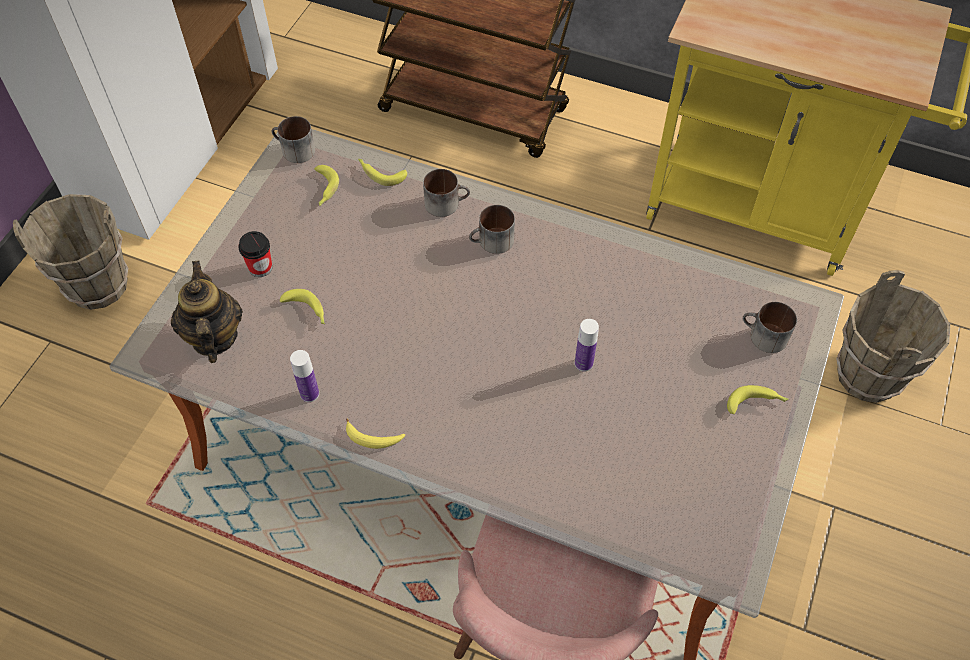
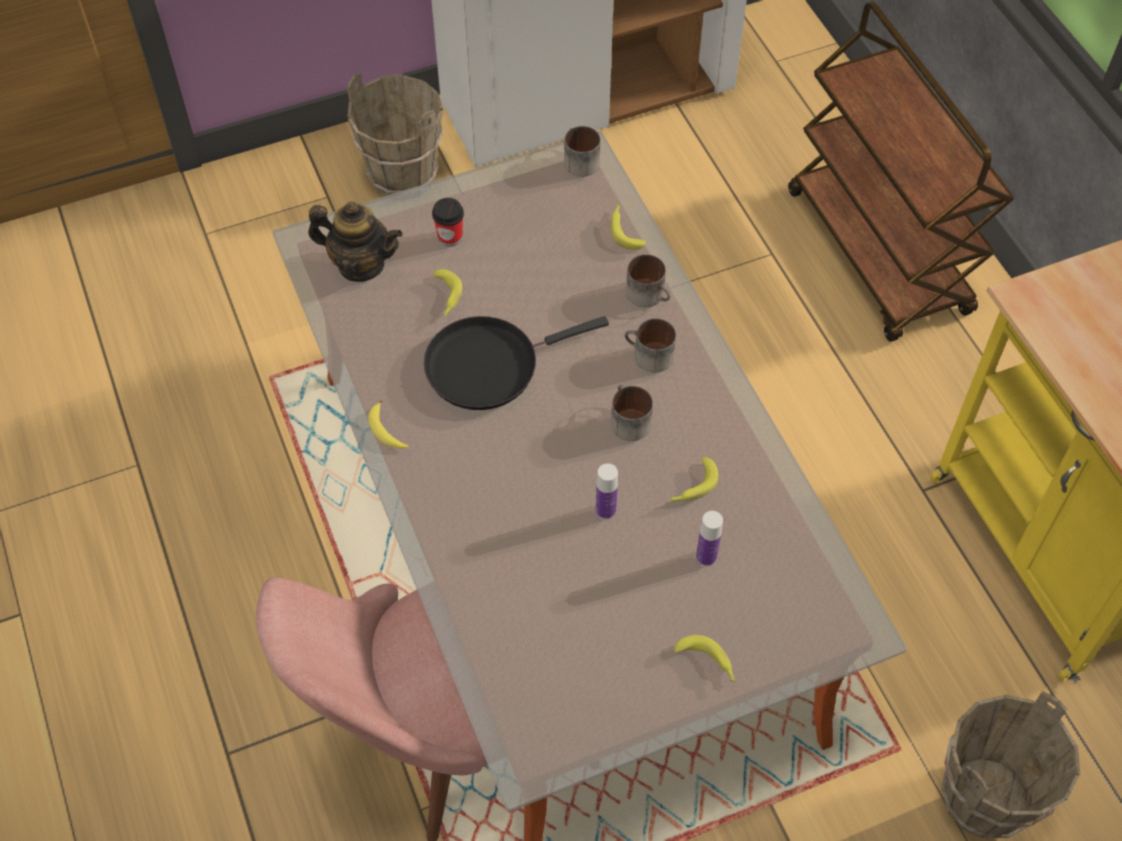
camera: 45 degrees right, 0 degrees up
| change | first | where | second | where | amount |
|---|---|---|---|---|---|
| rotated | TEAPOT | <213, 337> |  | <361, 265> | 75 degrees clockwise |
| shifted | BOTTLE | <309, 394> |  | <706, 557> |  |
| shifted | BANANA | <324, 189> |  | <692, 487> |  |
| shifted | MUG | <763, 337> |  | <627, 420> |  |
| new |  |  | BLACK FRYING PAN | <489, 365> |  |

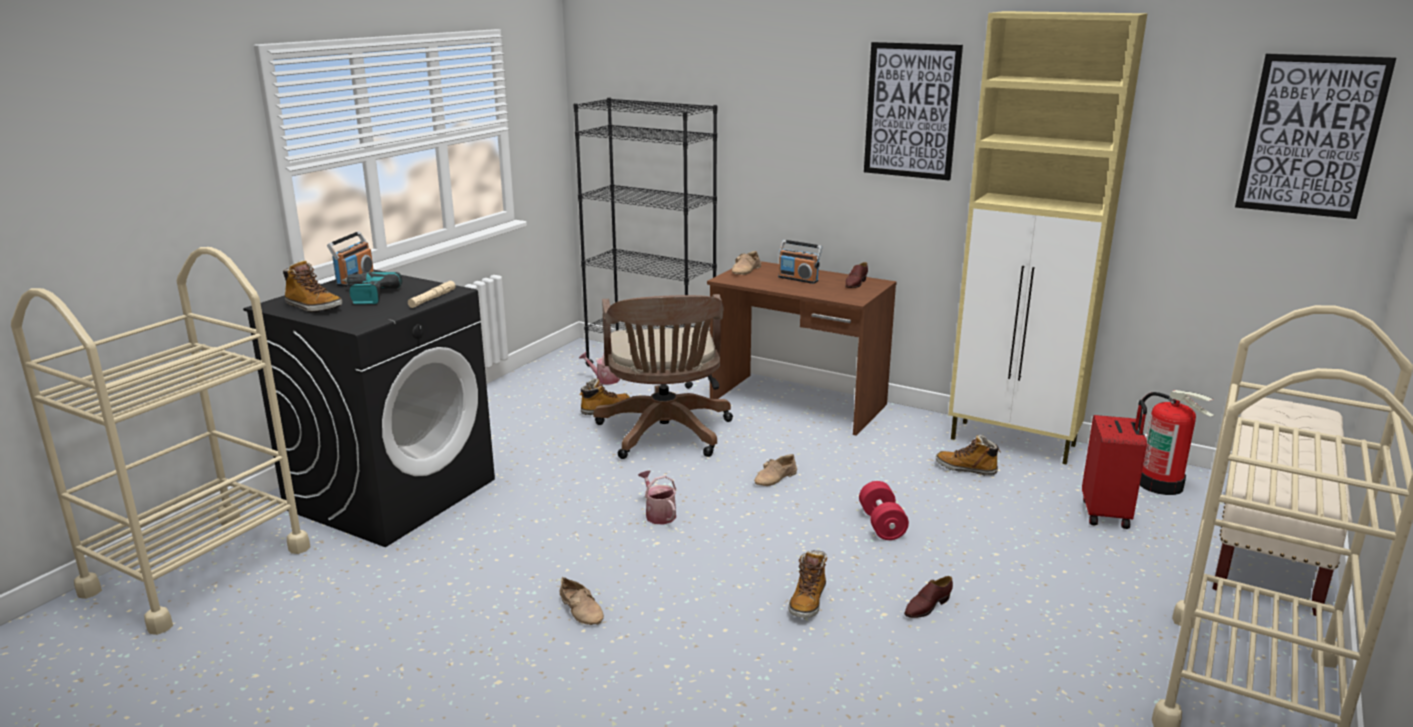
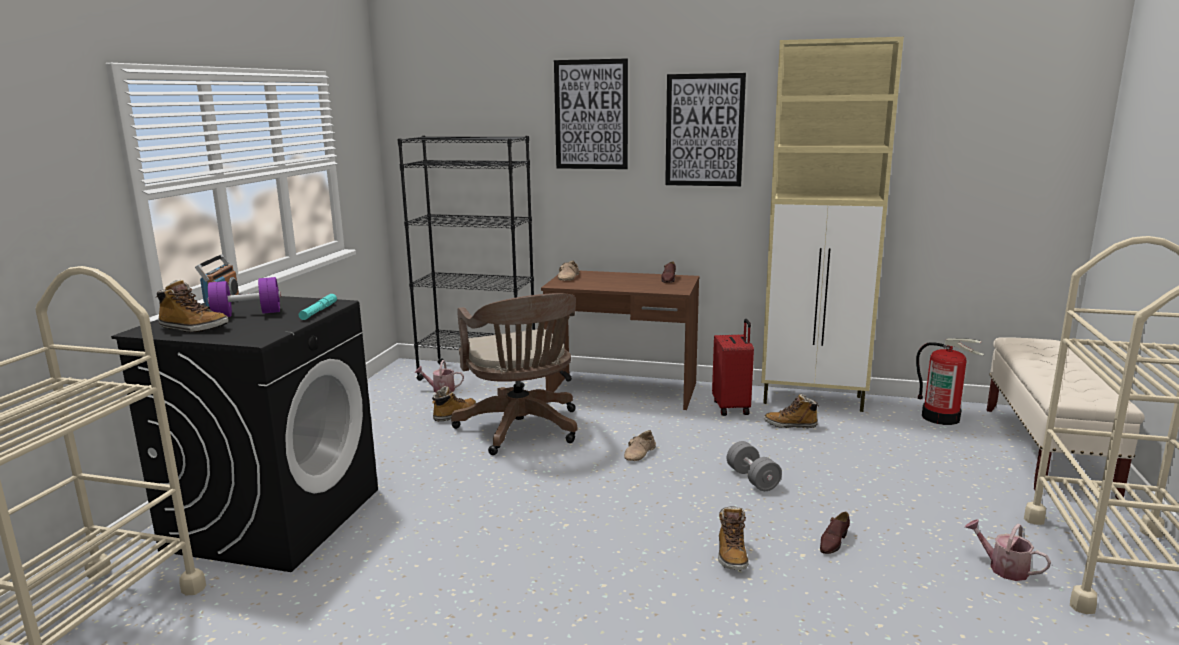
camera: 15 degrees left, 5 degrees down
| change | first | where | second | where | amount |
|---|---|---|---|---|---|
| swapped | POWER DRILL | <368, 296> | PURPLE DUMBBELL | <247, 314> |  |
| repainted | BEIGE FLASHLIGHT | <432, 298> | TURQUOISE FLASHLIGHT | <318, 311> |  |
| gone | BEIGE SHOE | <582, 609> |  |  |  |
| shifted | WATERING CAN | <658, 514> |  | <1003, 568> |  |
| gone | RADIO | <798, 279> |  |  |  |
| repainted | RED DUMBBELL | <882, 524> | GREY DUMBBELL | <752, 479> |  |
| shifted | RED SUITCASE | <1107, 514> |  | <732, 407> |  |
| shifted | PICTURE | <1311, 136> |  | <591, 115> |  |

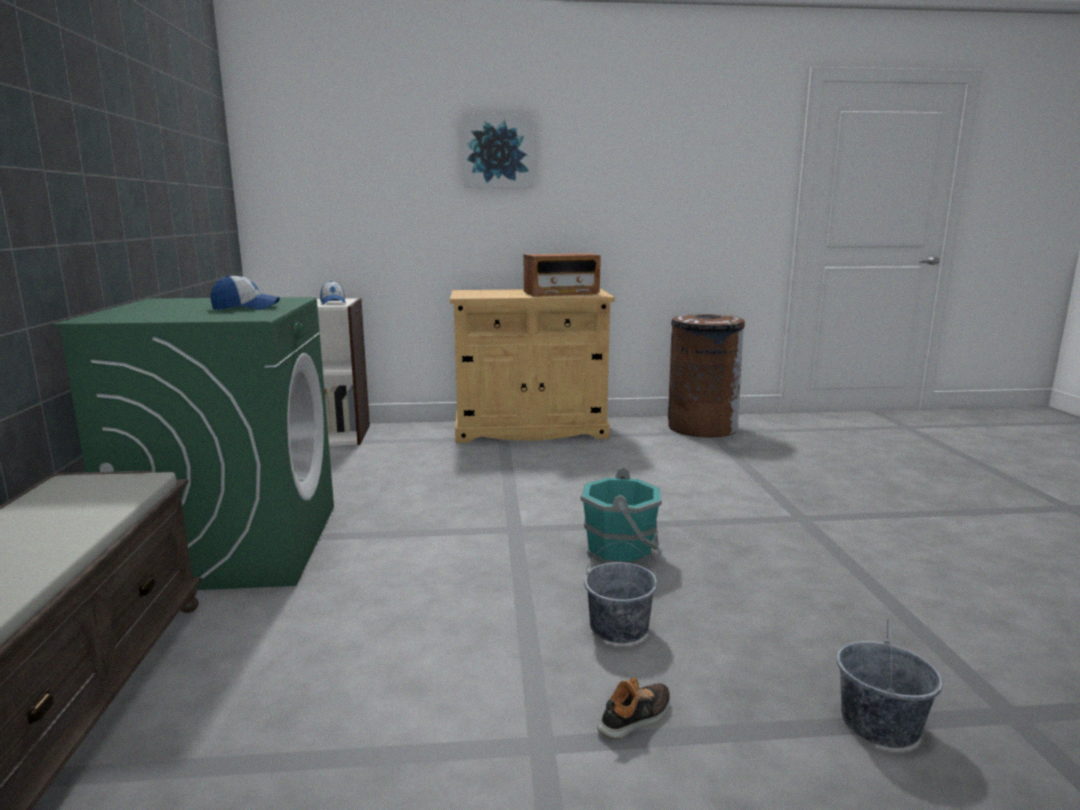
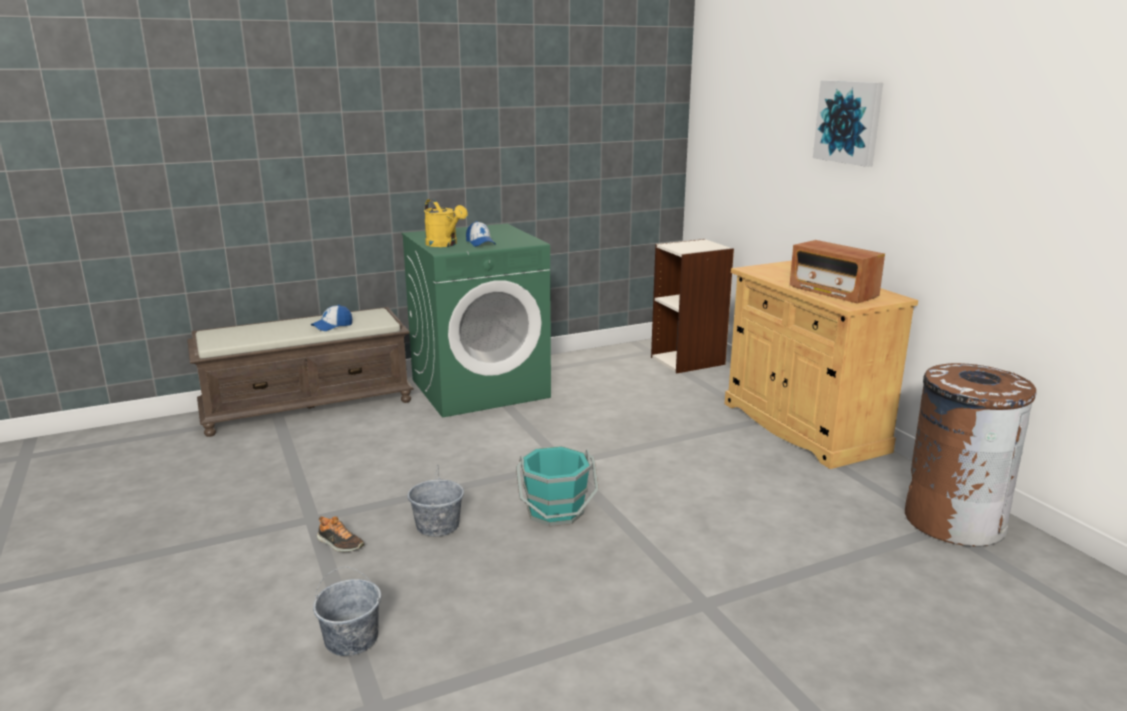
camera: 70 degrees right, 5 degrees up
| change | first | where | second | where | amount |
|---|---|---|---|---|---|
| shifted | CAP | <333, 303> |  | <332, 326> |  |
| new |  |  | YELLOW WATERING CAN | <445, 244> |  |

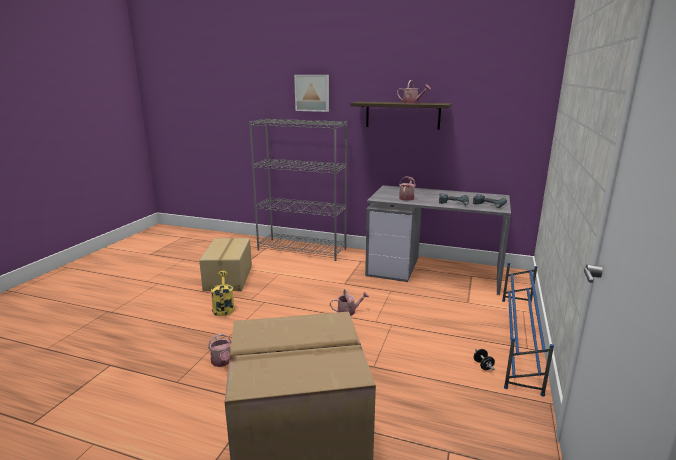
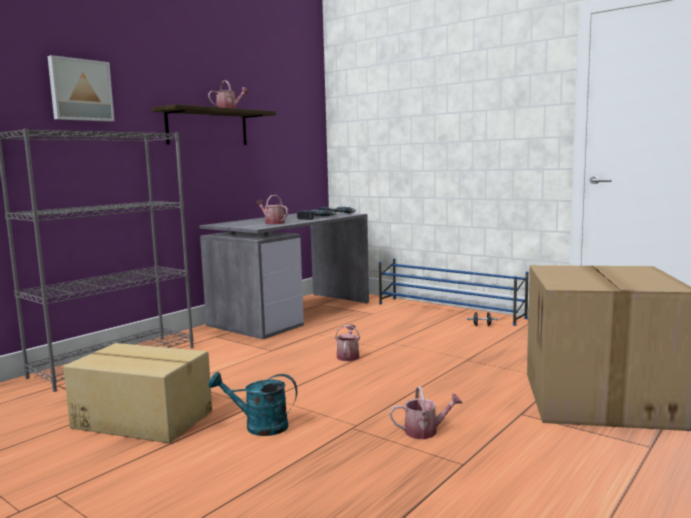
camera: 70 degrees left, 10 degrees down
| change | first | where | second | where | amount |
|---|---|---|---|---|---|
| repainted | YELLOW WATERING CAN | <223, 307> | TURQUOISE WATERING CAN | <258, 426> |  |

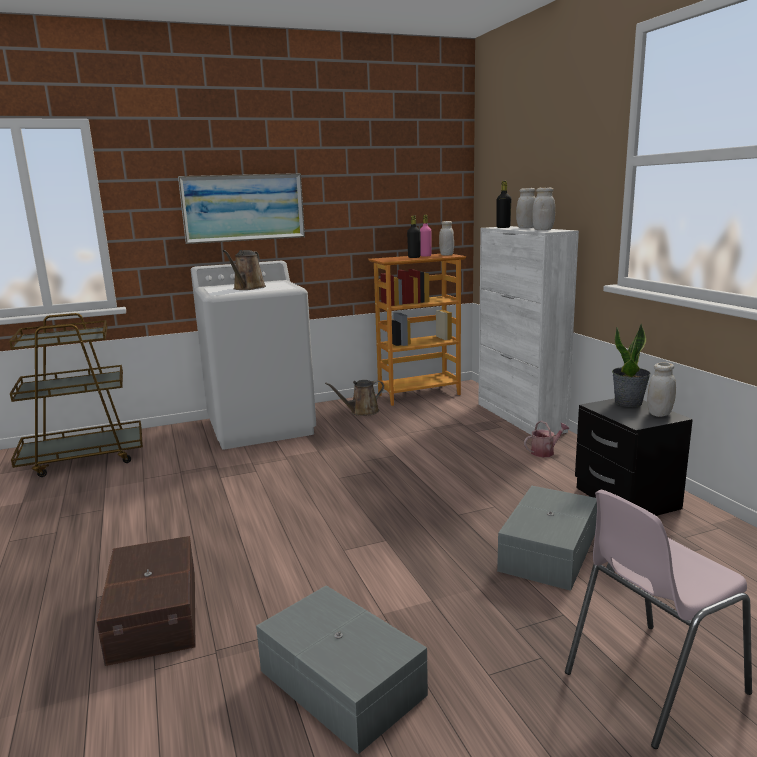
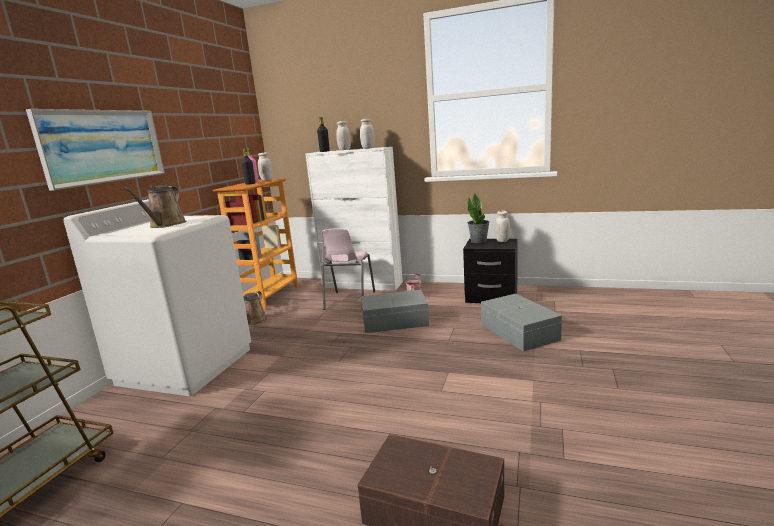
camera: 50 degrees left, 0 degrees up
| change | first | where | second | where | amount |
|---|---|---|---|---|---|
| rotated | BROWN WATERING CAN | <248, 288> |  | <165, 225> | 45 degrees clockwise |
| shifted | GREY STORAGE BOX | <340, 685> |  | <395, 321> |  |
| shifted | PINK CHAIR | <651, 682> |  | <349, 301> |  |

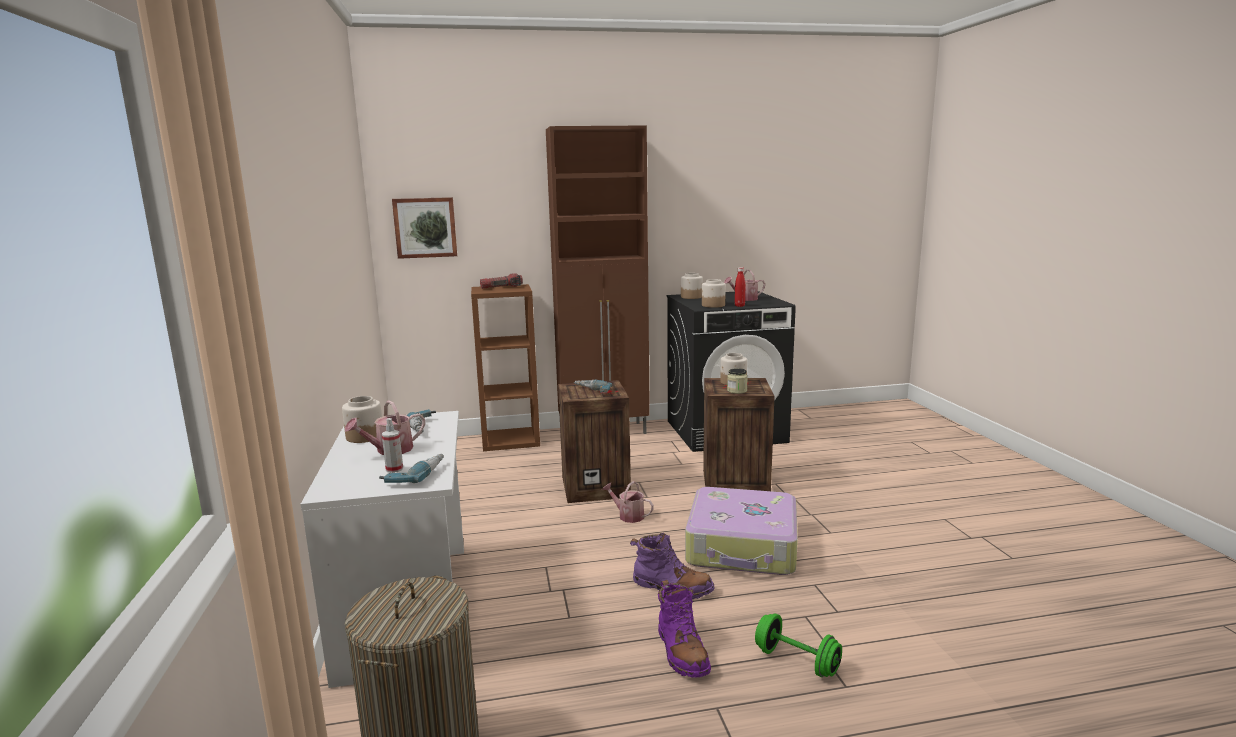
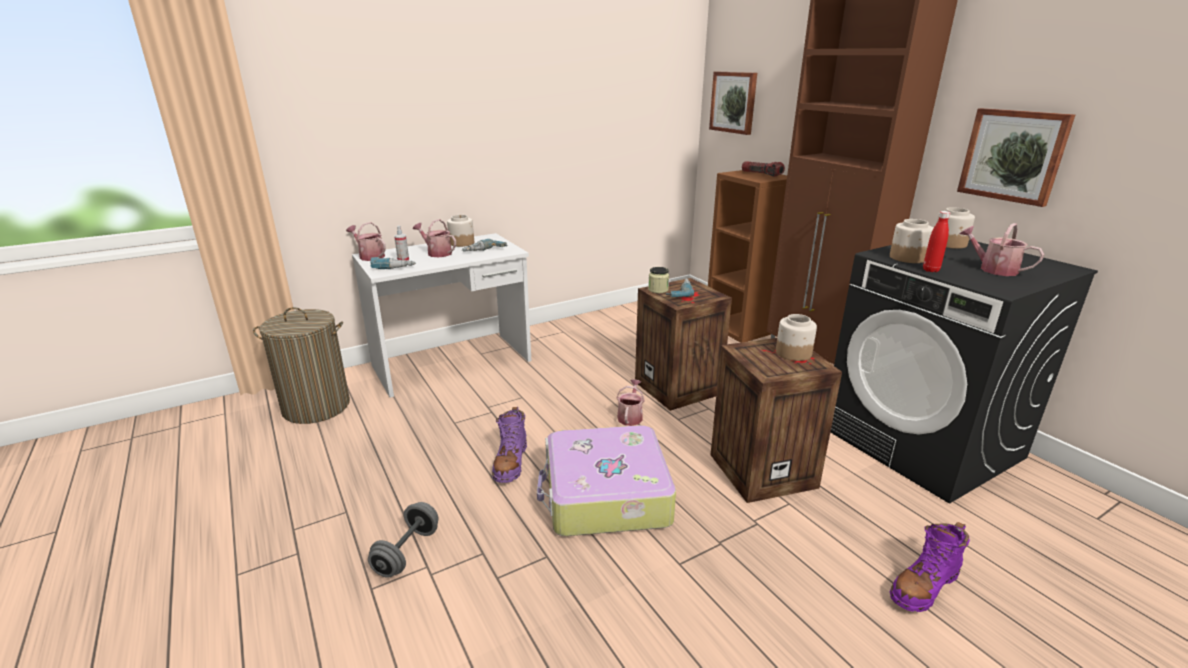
camera: 70 degrees right, 10 degrees up
| change | first | where | second | where | amount |
|---|---|---|---|---|---|
| shifted | PURPLE BOOT | <681, 652> |  | <923, 586> |  |
| shifted | JAR | <737, 391> |  | <658, 290> |  |
| repainted | GREEN DUMBBELL | <796, 661> | GREY DUMBBELL | <407, 552> |  |
| new |  |  | WATERING CAN | <369, 256> |  |
| new |  |  | PICTURE | <1013, 155> |  |

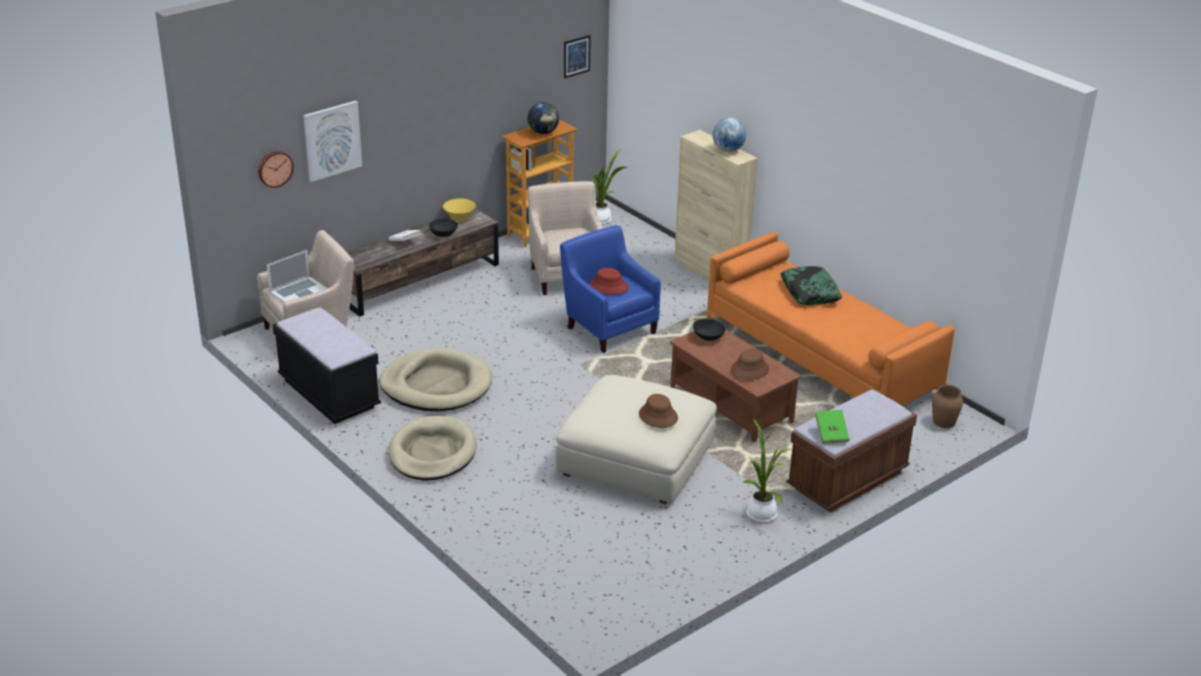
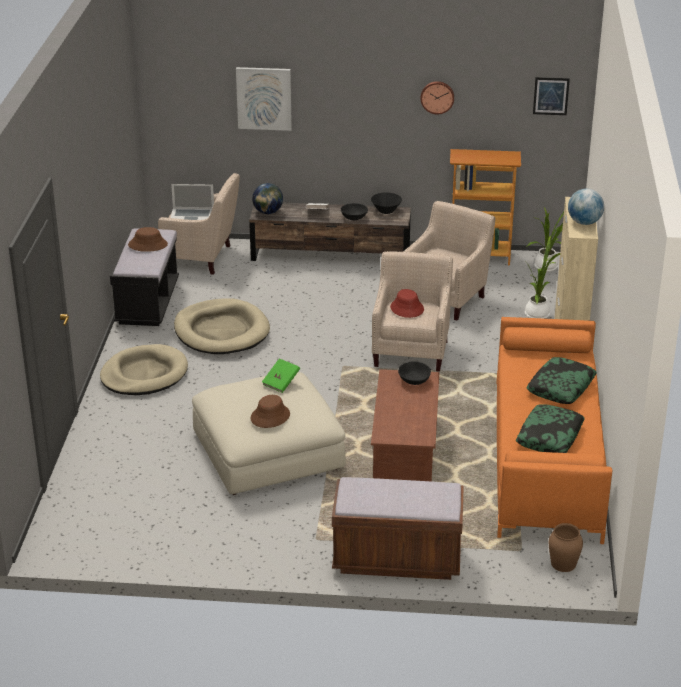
camera: 45 degrees right, 0 degrees up
| change | first | where | second | where | amount |
|---|---|---|---|---|---|
| shifted | WALL CLOCK | <274, 168> |  | <437, 97> |  |
| repainted | YELLOW BOWL | <459, 218> | BLACK BOWL | <386, 211> |  |
| shifted | GLOBE | <543, 133> |  | <268, 212> |  |
| repainted | BLUE ARMCHAIR | <609, 327> | BEIGE ARMCHAIR | <412, 350> |  |
| shifted | BROWN HAT | <749, 369> |  | <148, 245> |  |
| shifted | POTTED PLANT | <760, 512> |  | <538, 313> |  |
| shifted | GREEN BOOK | <831, 434> |  | <281, 383> |  |
| new |  |  | PILLOW | <550, 437> |  |

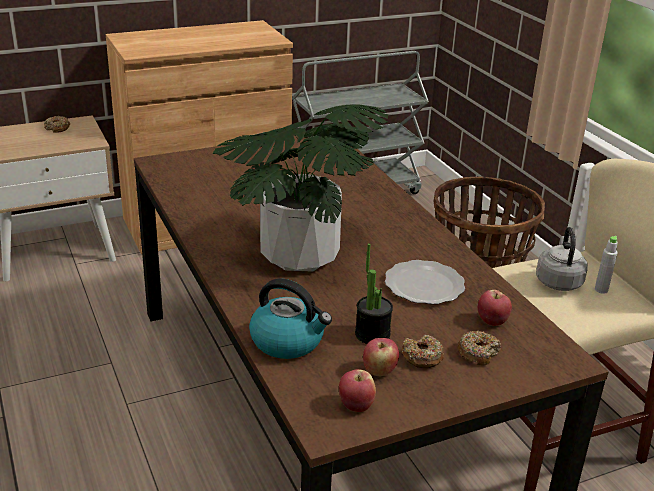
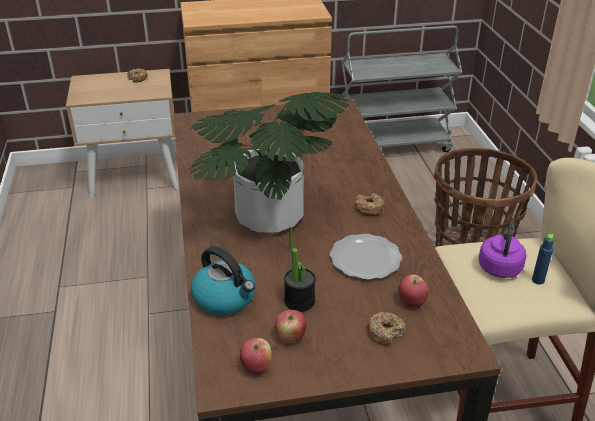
camera: 15 degrees right, 5 degrees up
| change | first | where | second | where | amount |
|---|---|---|---|---|---|
| shifted | DONUT | <422, 357> |  | <369, 209> |  |
| repainted | GREY KETTLE | <558, 281> | PURPLE KETTLE | <500, 266> |  |
| repainted | GREY BOTTLE | <601, 290> | BLUE BOTTLE | <538, 280> |  |

